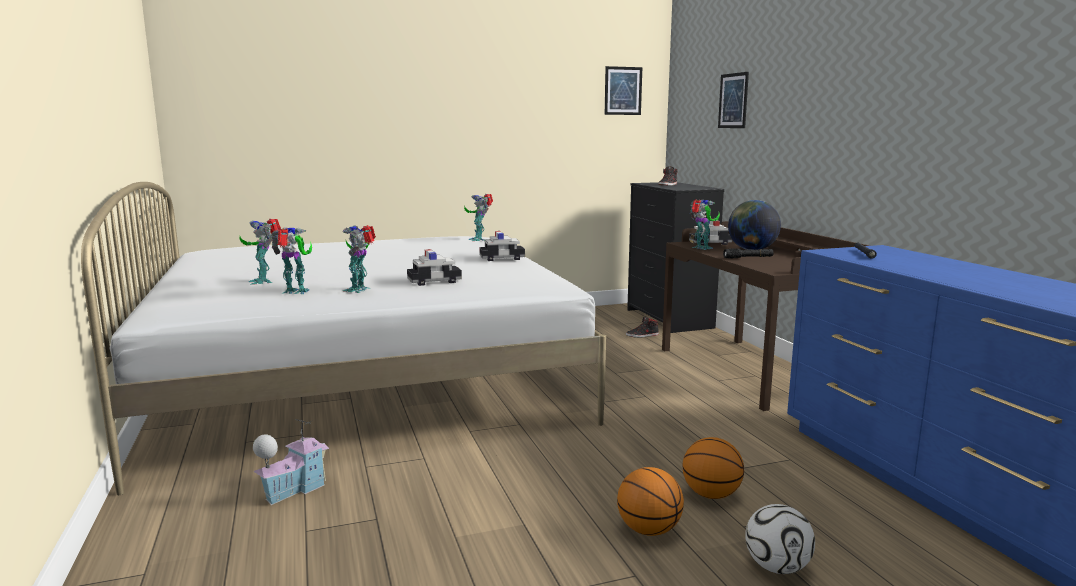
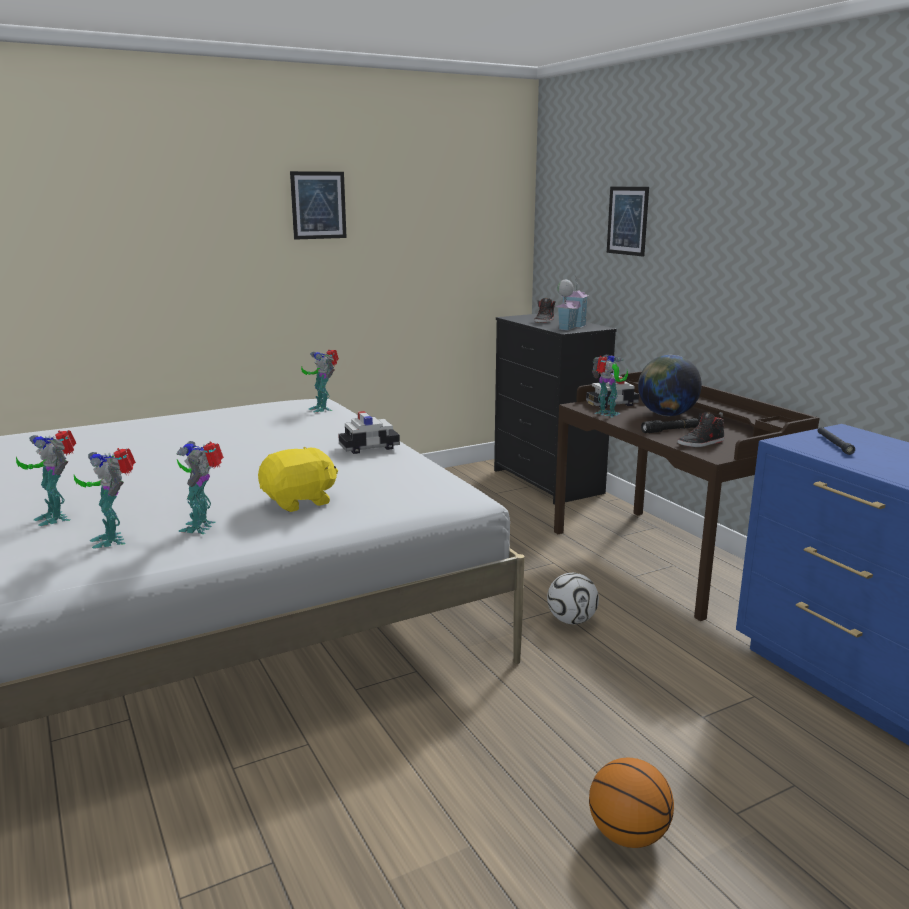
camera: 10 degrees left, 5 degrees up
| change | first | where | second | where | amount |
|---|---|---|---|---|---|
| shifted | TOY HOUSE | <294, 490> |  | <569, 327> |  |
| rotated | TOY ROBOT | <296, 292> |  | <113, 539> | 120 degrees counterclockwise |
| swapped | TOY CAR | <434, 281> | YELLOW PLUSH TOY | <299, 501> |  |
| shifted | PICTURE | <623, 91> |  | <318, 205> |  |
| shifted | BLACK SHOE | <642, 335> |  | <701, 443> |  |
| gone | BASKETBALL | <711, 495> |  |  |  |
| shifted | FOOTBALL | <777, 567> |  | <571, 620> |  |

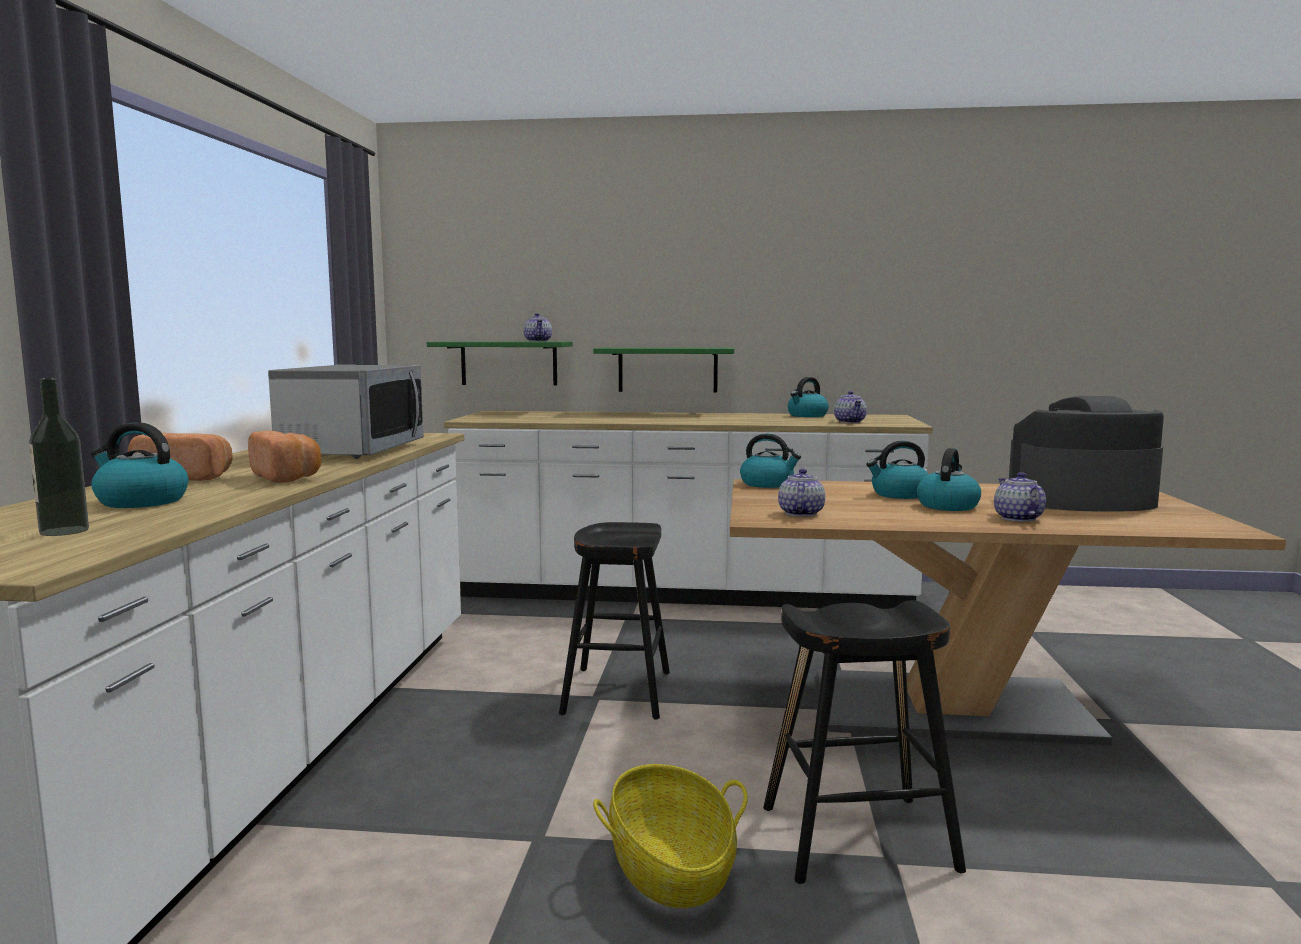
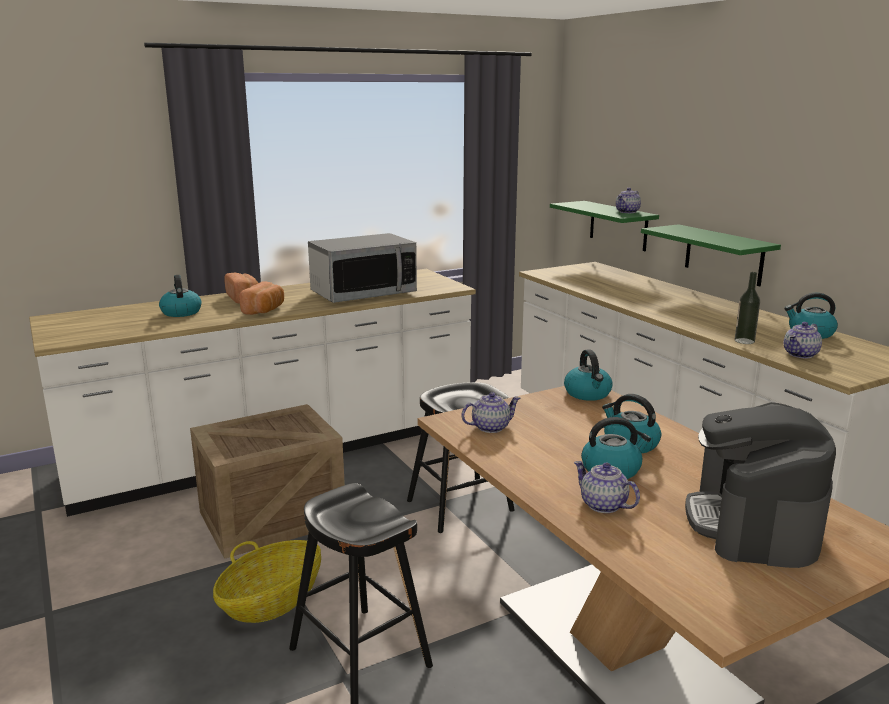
camera: 55 degrees right, 10 degrees up
| change | first | where | second | where | amount |
|---|---|---|---|---|---|
| shifted | BOTTLE | <64, 531> |  | <744, 341> |  |
| rotated | TEAPOT | <1017, 518> |  | <602, 505> | 90 degrees counterclockwise |
| rotated | COFFEE MACHINE | <1080, 501> |  | <753, 524> | 135 degrees counterclockwise |
| new |  |  | CRATE | <273, 516> |  |

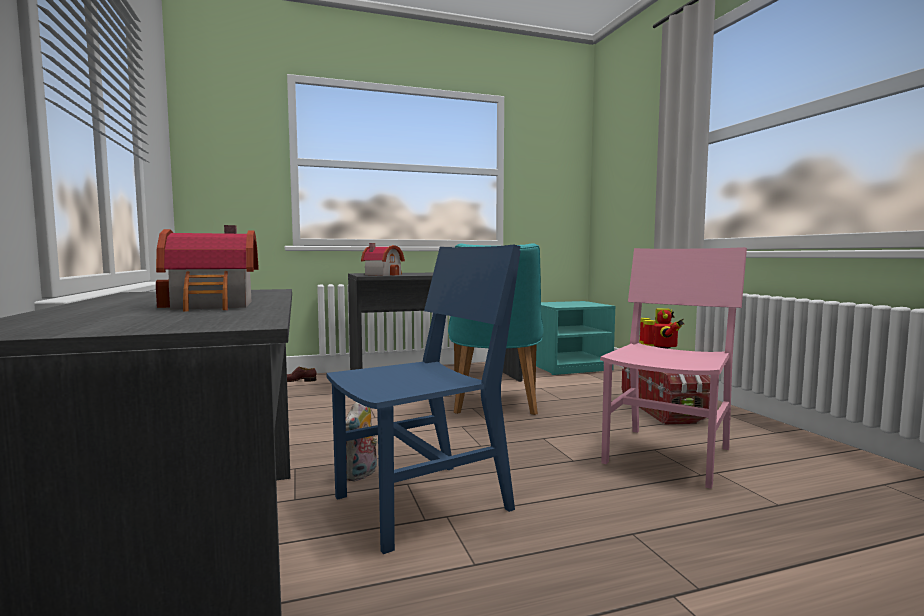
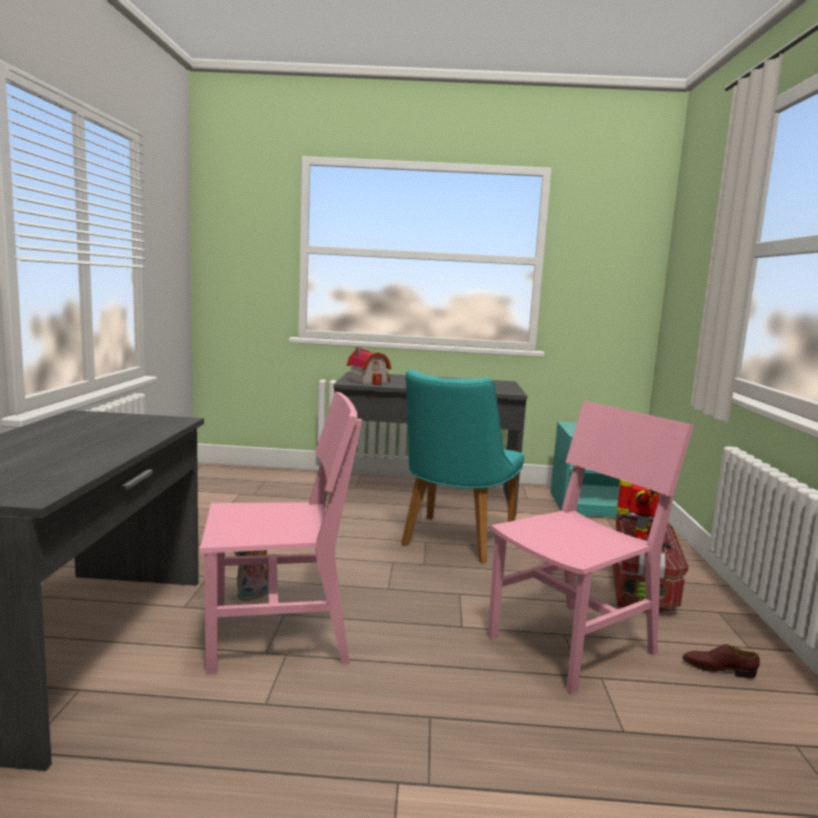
camera: 20 degrees right, 5 degrees up
| change | first | where | second | where | amount |
|---|---|---|---|---|---|
| gone | TOY HOUSE | <215, 306> |  |  |  |
| shifted | BROWN SHOE | <298, 381> |  | <718, 669> |  |
| repainted | BLUE CHAIR | <423, 503> | PINK CHAIR | <278, 636> |  |

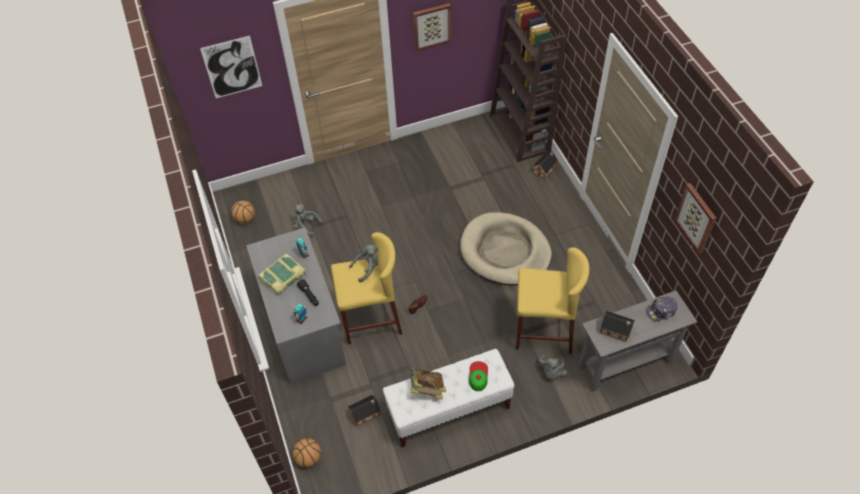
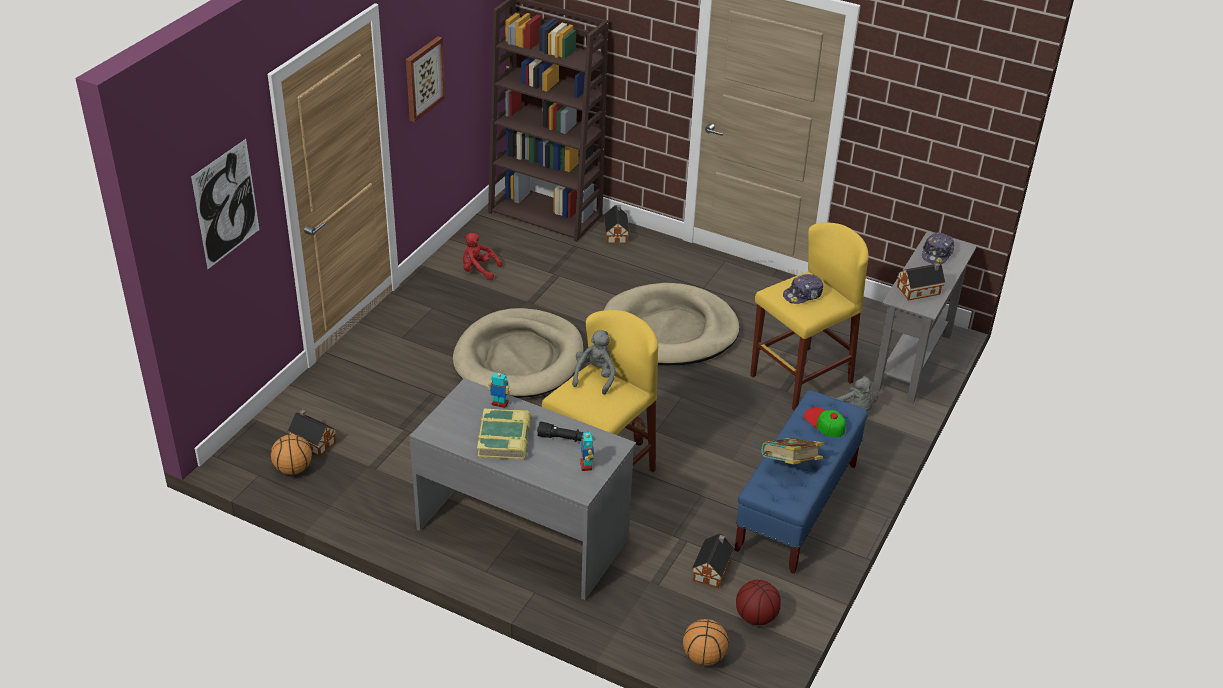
camera: 45 degrees left, 15 degrees down
| change | first | where | second | where | amount |
|---|---|---|---|---|---|
| gone | GREY PLUSH TOY | <306, 226> |  |  |  |
| repainted | WHITE BENCH | <448, 409> | BLUE BENCH | <796, 507> |  |
| gone | PICTURE | <696, 218> |  |  |  |
| new |  |  | TOY HOUSE | <312, 441> |  |
| new |  |  | BEIGE DOG BED | <519, 359> |  |
| new |  |  | RED PLUSH TOY | <478, 270> |  |
| new |  |  | BASKETBALL | <756, 616> |  |
| new |  |  | CAP | <803, 295> |  |

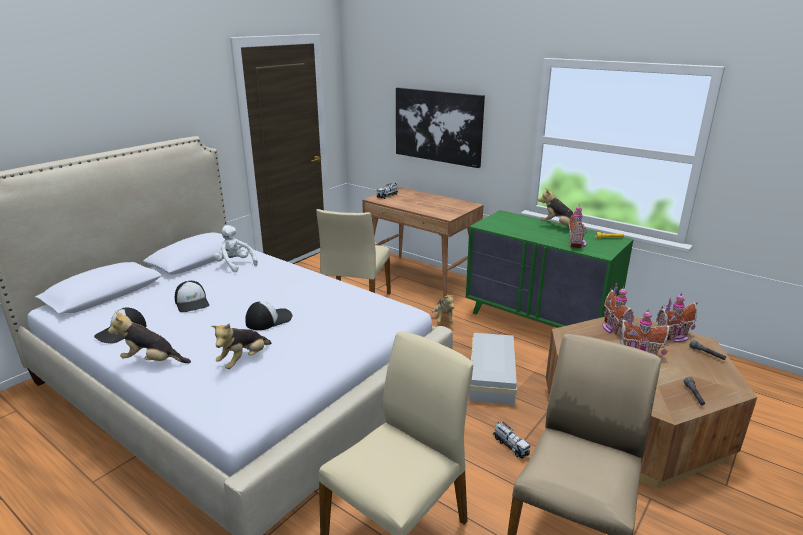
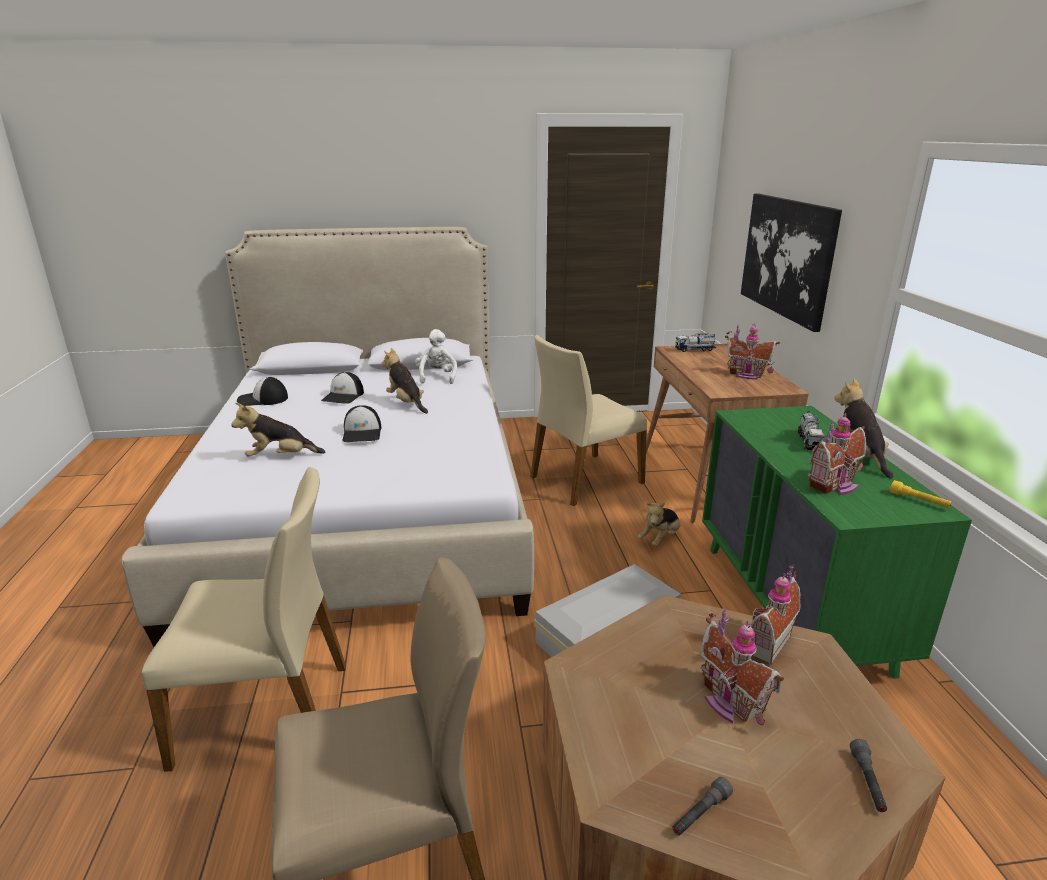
camera: 45 degrees right, 0 degrees up
| change | first | where | second | where | amount |
|---|---|---|---|---|---|
| shifted | PLUSH TOY | <152, 361> |  | <406, 403> |  |
| rotated | CAP | <268, 319> |  | <362, 433> | 75 degrees clockwise |
| shifted | TOY TRUCK | <510, 446> |  | <809, 441> |  |
| shifted | TOY HOUSE | <674, 336> |  | <746, 375> |  |

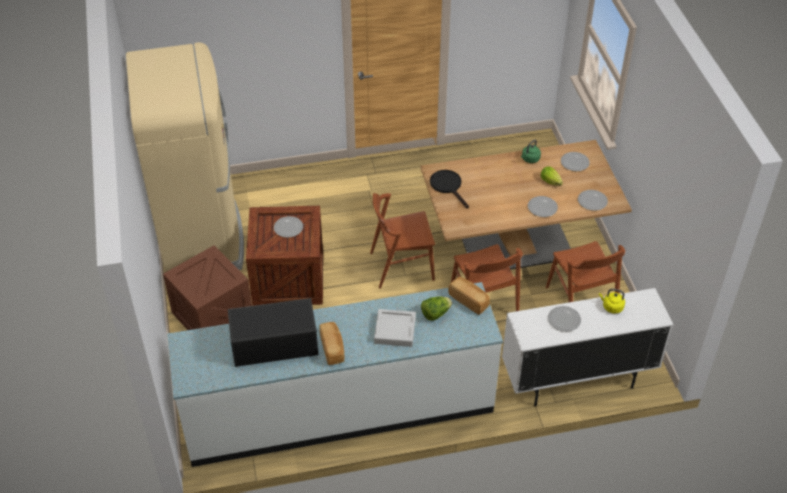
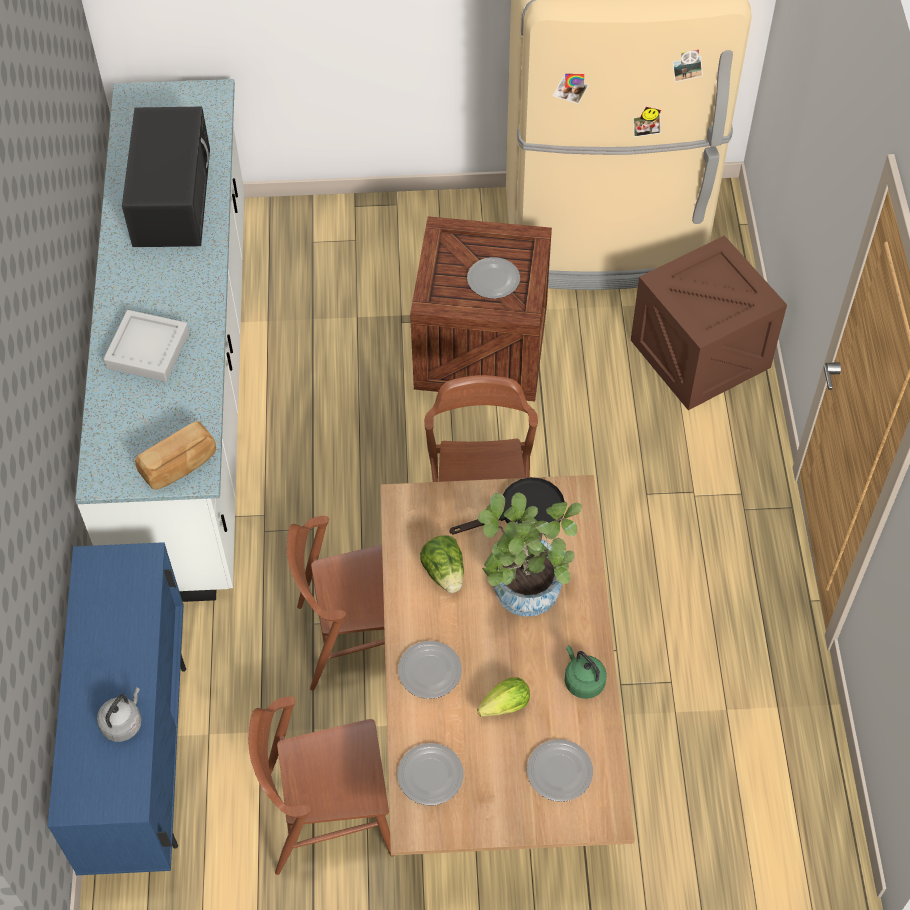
camera: 100 degrees right, 10 degrees up
| change | first | where | second | where | amount |
|---|---|---|---|---|---|
| shifted | CRATE | <212, 315> |  | <700, 354> |  |
| gone | BREAD | <333, 349> |  |  |  |
| shifted | LETTUCE | <435, 314> |  | <445, 573> |  |
| repainted | WHITE CABINET | <576, 380> | BLUE CABINET | <142, 756> |  |
| gone | PLATE | <564, 320> |  |  |  |
| repainted | YELLOW KETTLE | <611, 307> | GREY KETTLE | <123, 723> |  |
| new |  |  | POTTED PLANT | <523, 597> |  |

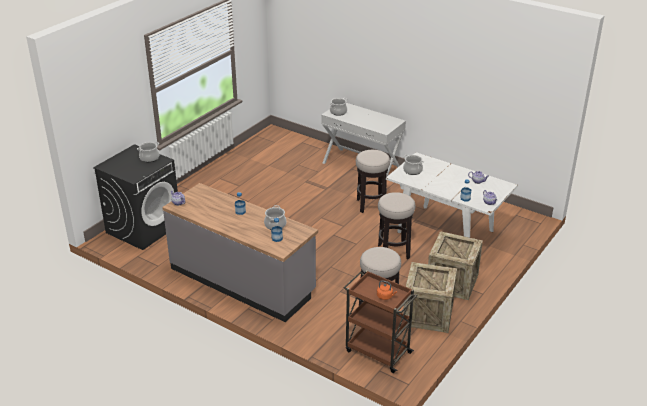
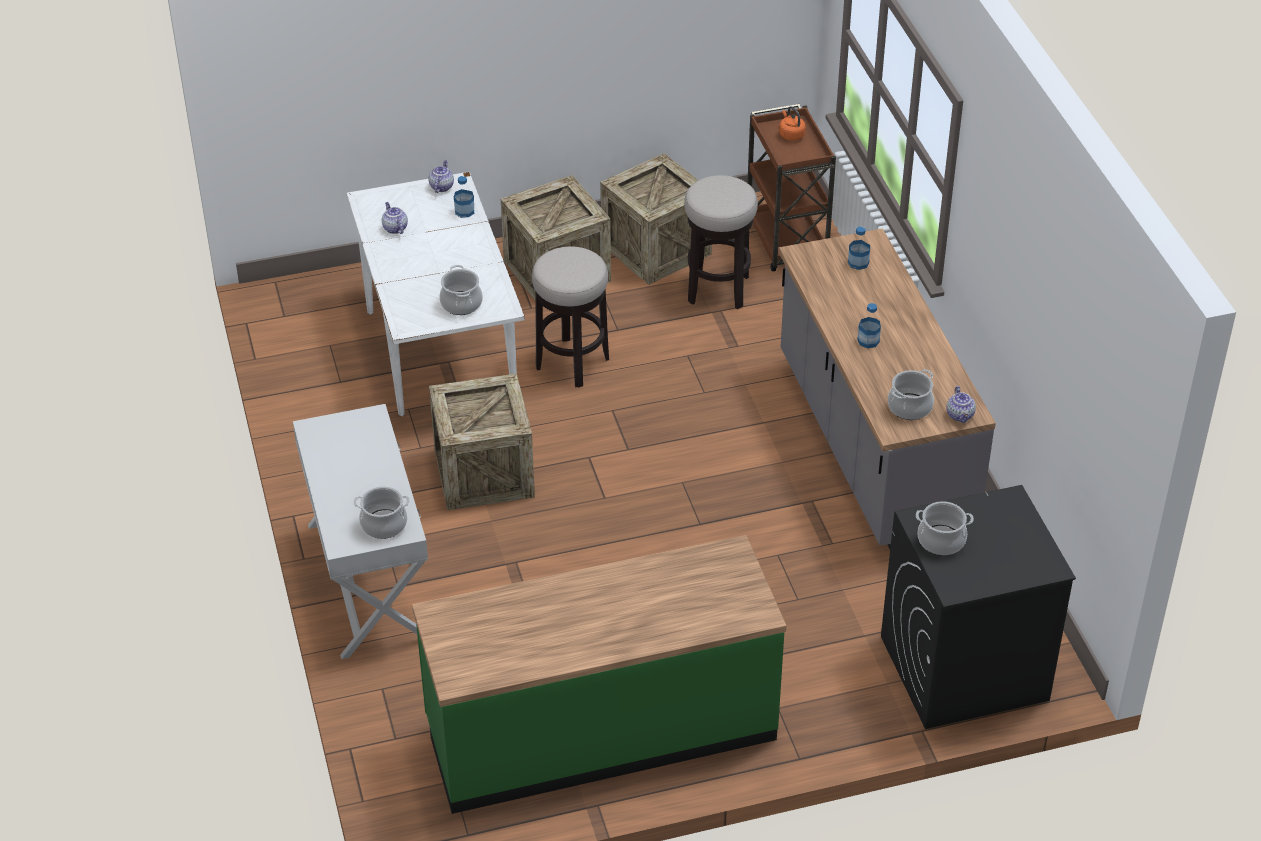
camera: 140 degrees left, 10 degrees up
| change | first | where | second | where | amount |
|---|---|---|---|---|---|
| shifted | COOKING POT | <275, 225> |  | <910, 407> |  |
| swapped | STOOL | <371, 205> | CRATE | <484, 473> |  |
| new |  |  | GREEN COUNTER | <600, 730> |  |

